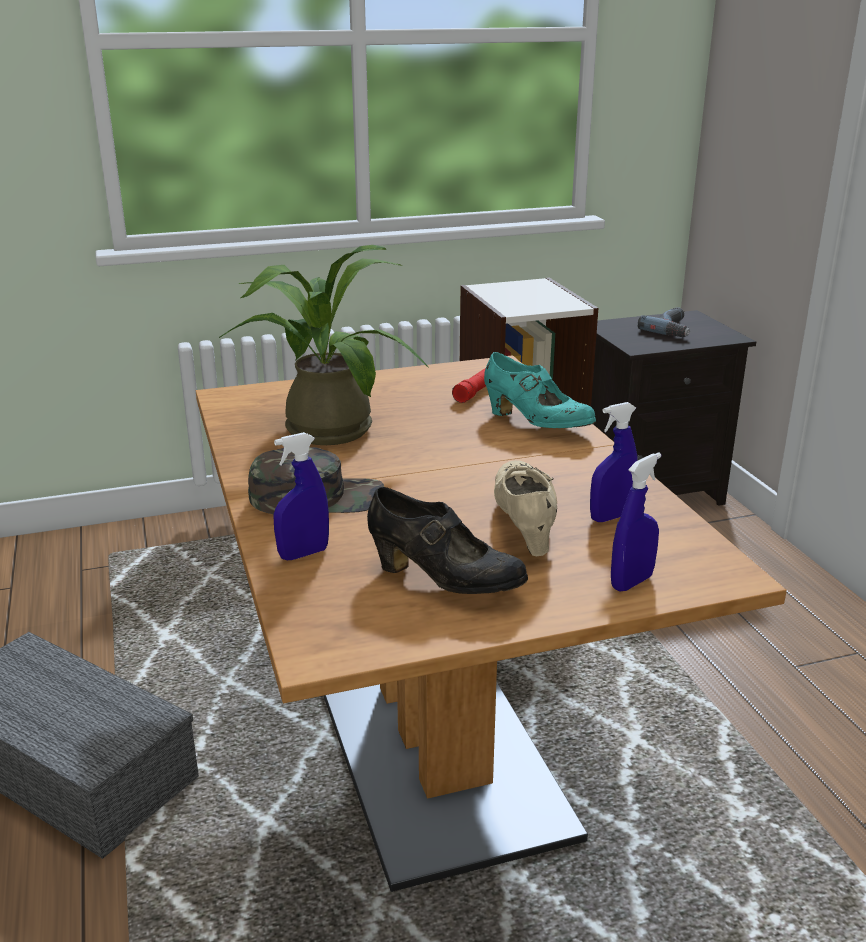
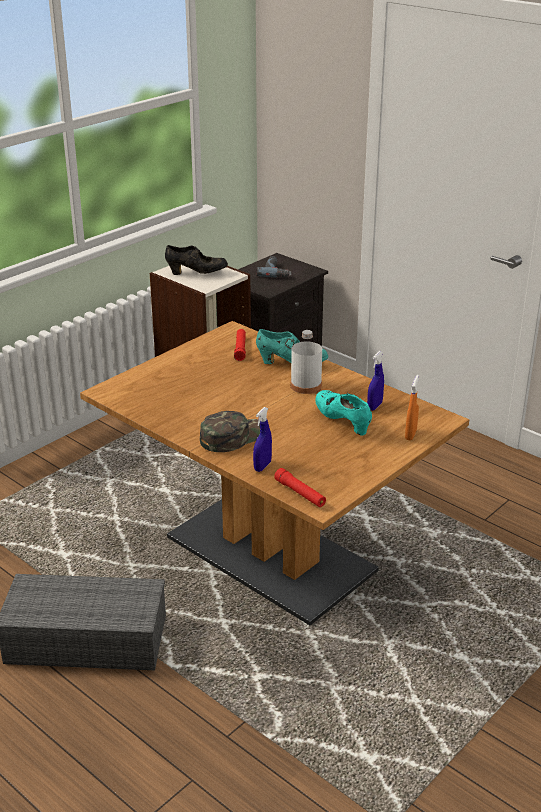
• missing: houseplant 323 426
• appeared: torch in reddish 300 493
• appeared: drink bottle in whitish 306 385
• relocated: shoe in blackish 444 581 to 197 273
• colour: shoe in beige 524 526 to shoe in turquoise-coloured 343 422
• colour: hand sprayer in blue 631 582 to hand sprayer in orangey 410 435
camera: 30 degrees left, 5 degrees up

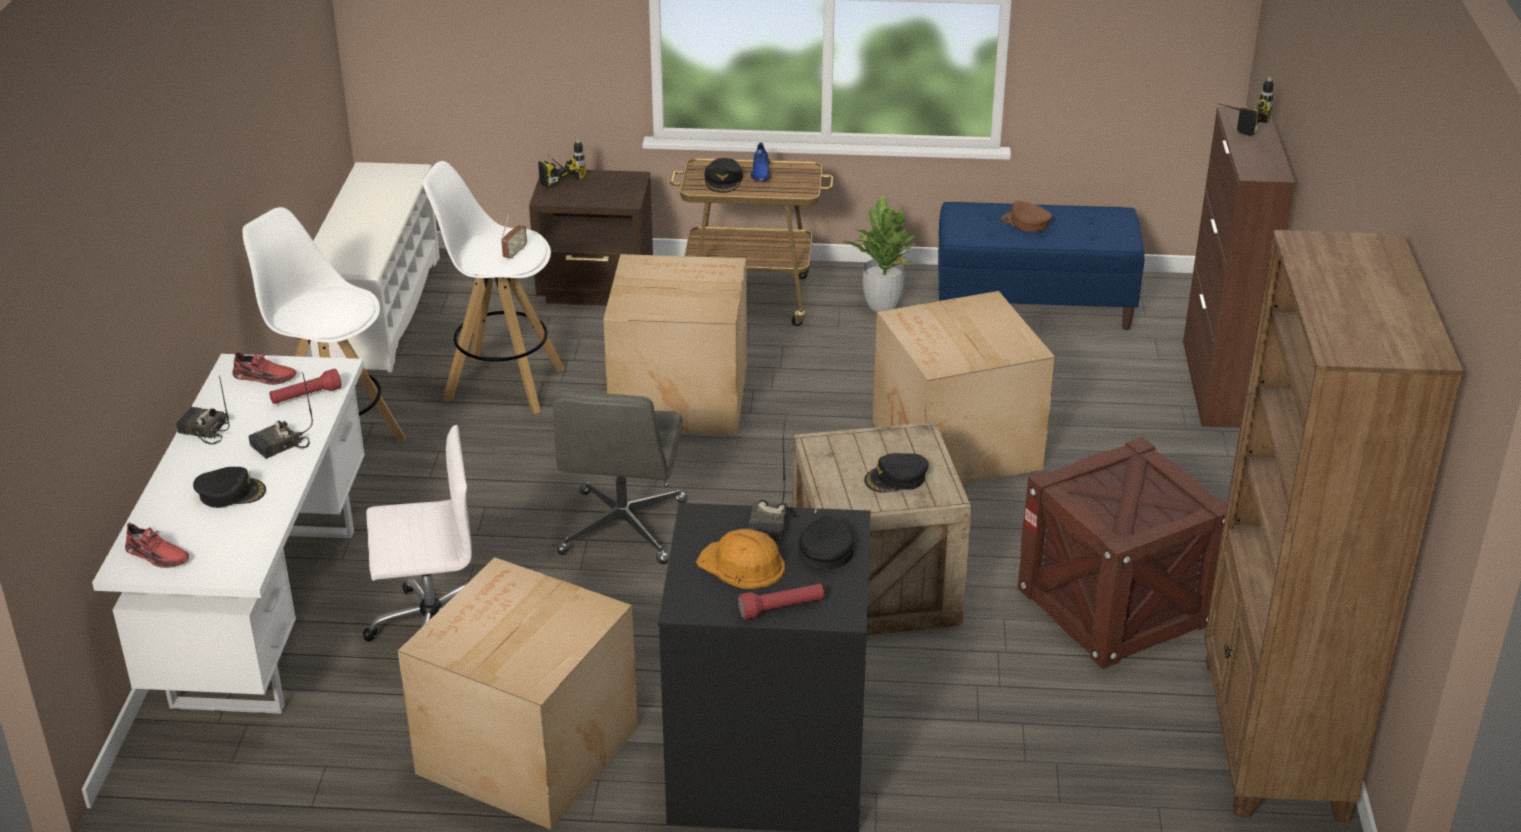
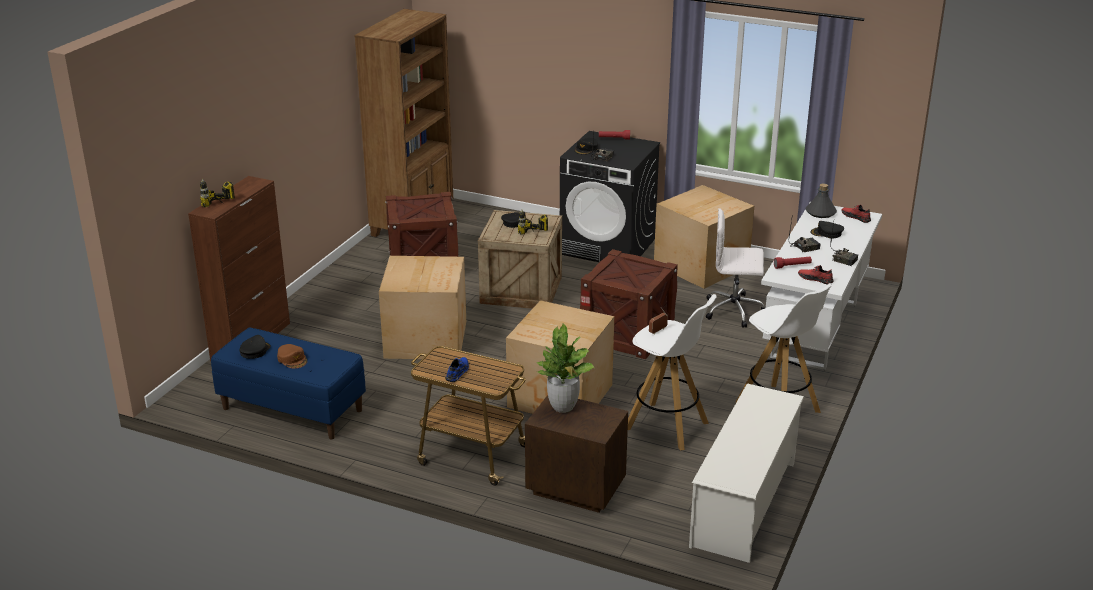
• missing: hard hat in orangey 742 565
• appeared: drink bottle in gray 821 213
• relocated: electric drill 556 175 to 534 237
• relocated: cap in blackish 724 180 to 254 351
• relocated: houseplant 882 306 to 563 407
• exchanged: computer chair in gray 623 529 to shipping crate 627 333
camera: 160 degrees left, 5 degrees down

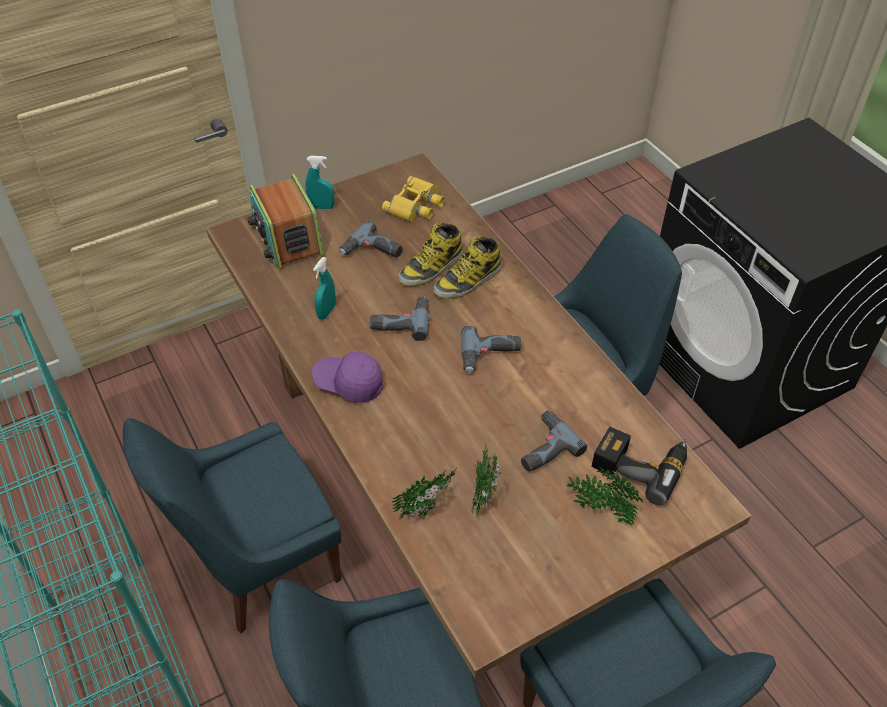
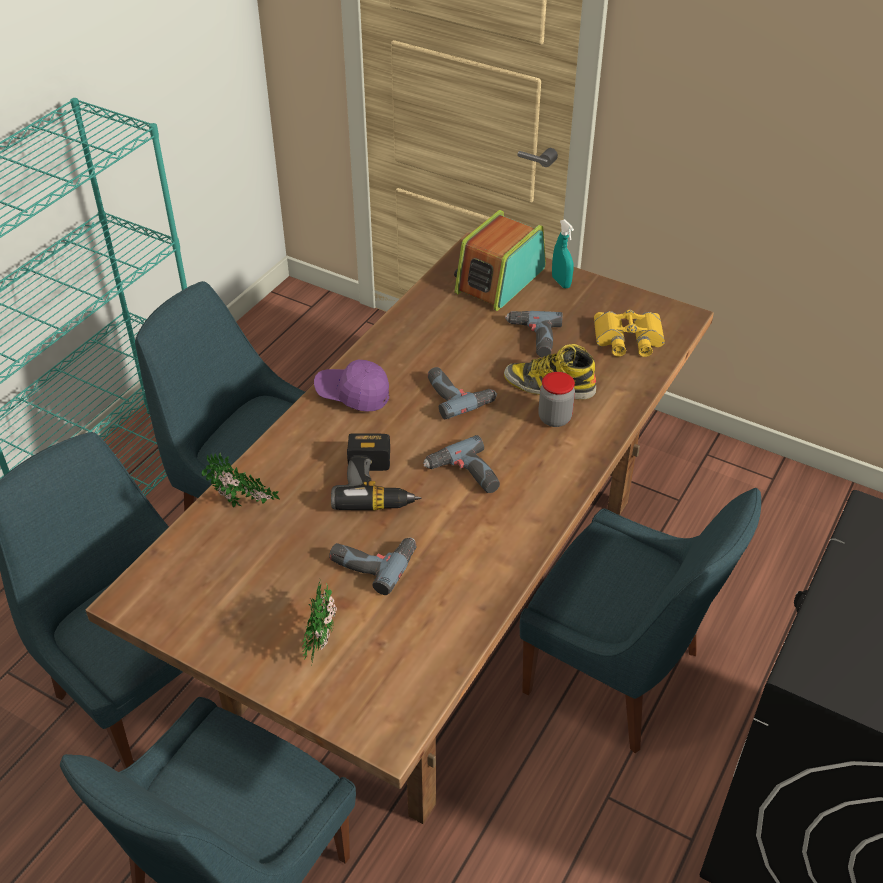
• missing: hand sprayer in turquoise-coloured 326 311
• missing: houseplant 483 493
• relocated: electric drill 640 464 to 378 485
• exchanged: tall boot 468 281 to jar 554 418
• spun: cap in purplish 349 383 = 353 395 60 degrees counterclockwise
camera: 60 degrees right, 5 degrees down

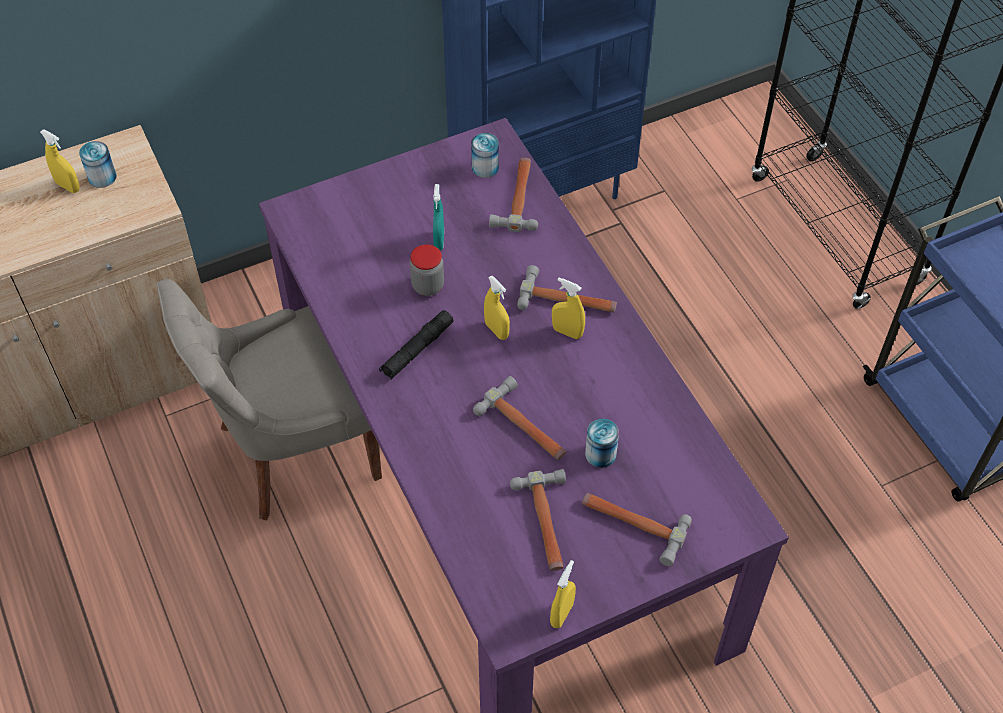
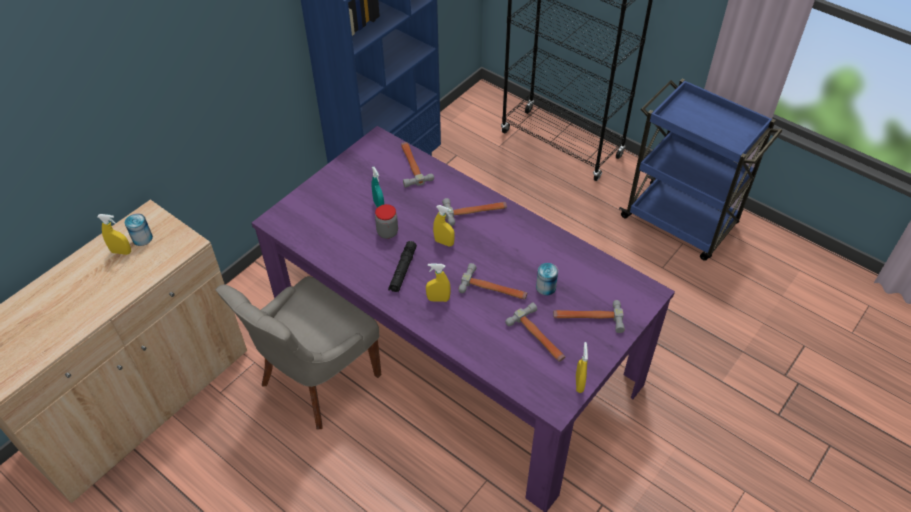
• missing: can 485 168
• relocated: hand sprayer in yellow 567 332 to 438 299
camera: 25 degrees left, 5 degrees down

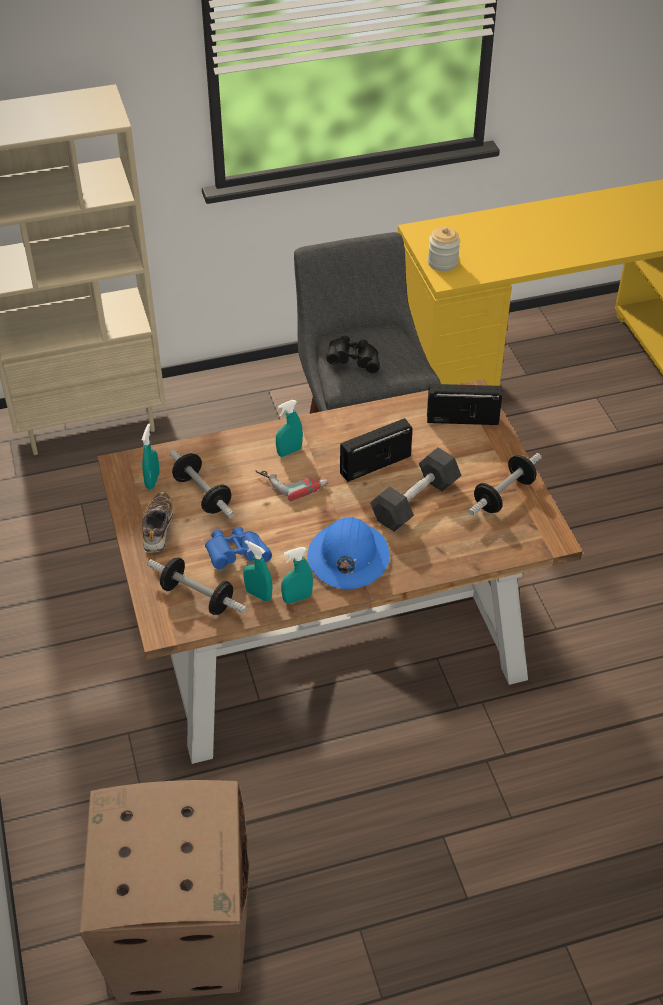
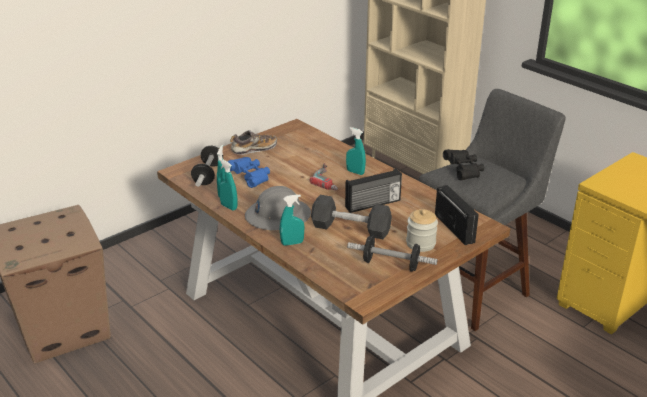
• missing: dumbbell 202 494
• relocated: hand sprayer in turquoise-coloured 152 481 to 292 243
• relocated: jar 442 262 to 420 243
• colour: hard hat in blue 348 557 to hard hat in gray 277 215
• spun: radio set 374 464 = 373 204 120 degrees clockwise
camera: 65 degrees right, 15 degrees down

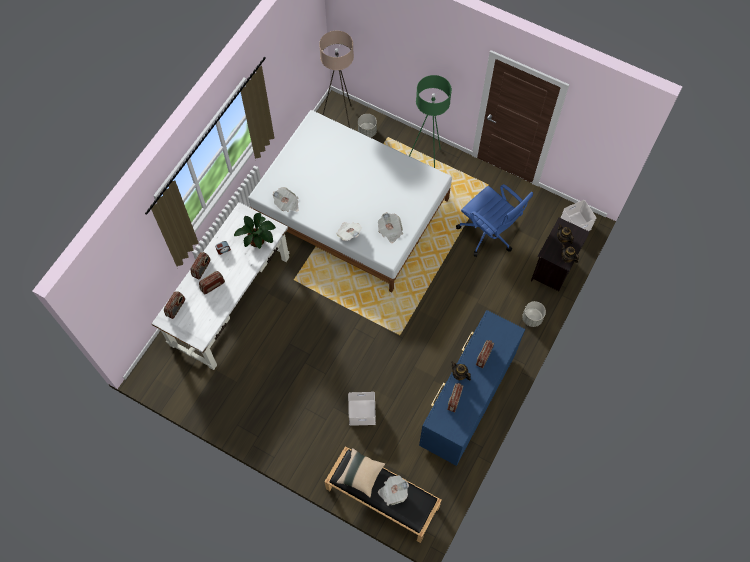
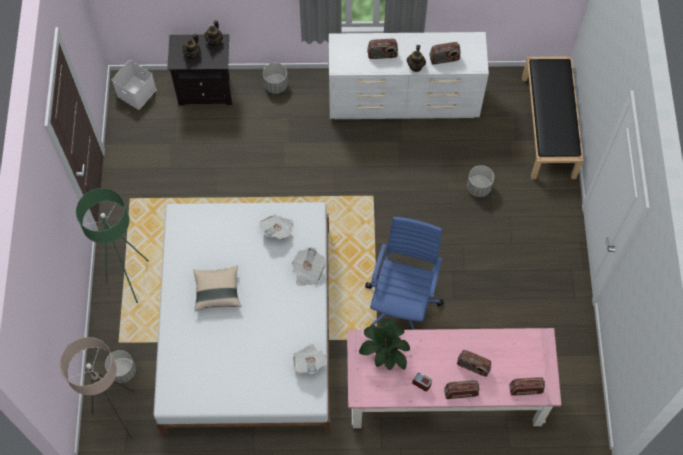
• missing: newspaper 393 492
• relocated: pillow in beige 361 474 to 217 291
• relocated: computer chair in blue 488 233 to 402 303
• exchanged: storage bin in whitish 362 412 to planter in gray 478 187
• colour: desk unit in whitish 230 300 to desk unit in pinkish 444 393
• colour: chest of drawers in blue 466 401 to chest of drawers in whitish 404 102
camera: 120 degrees left, 0 degrees up

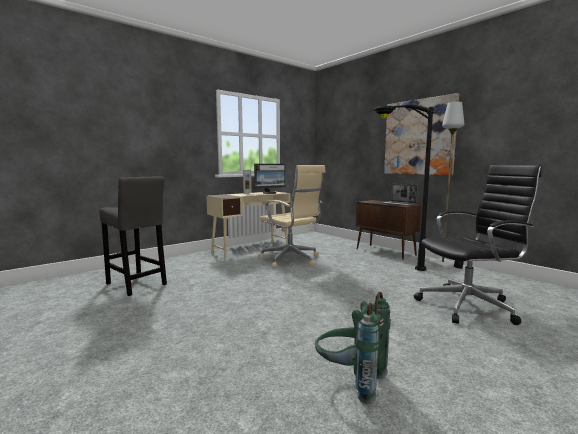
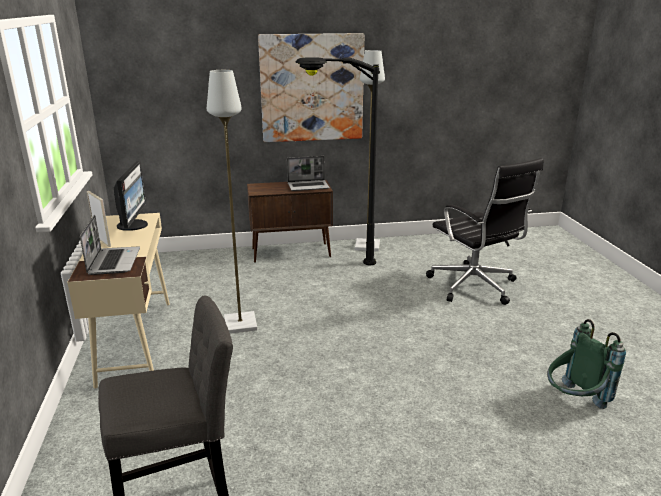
• appeared: laptop 113 261
• exchanged: computer chair in beige 291 260 to standard lamp in gray 241 324
• spun: computer chair in blackish 469 306 = 474 286 135 degrees clockwise
camera: 60 degrees left, 15 degrees up

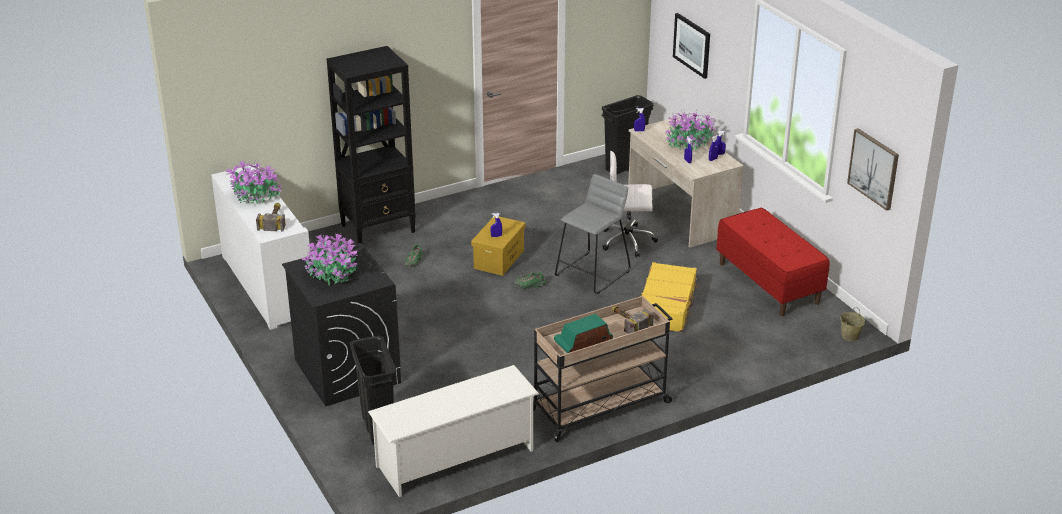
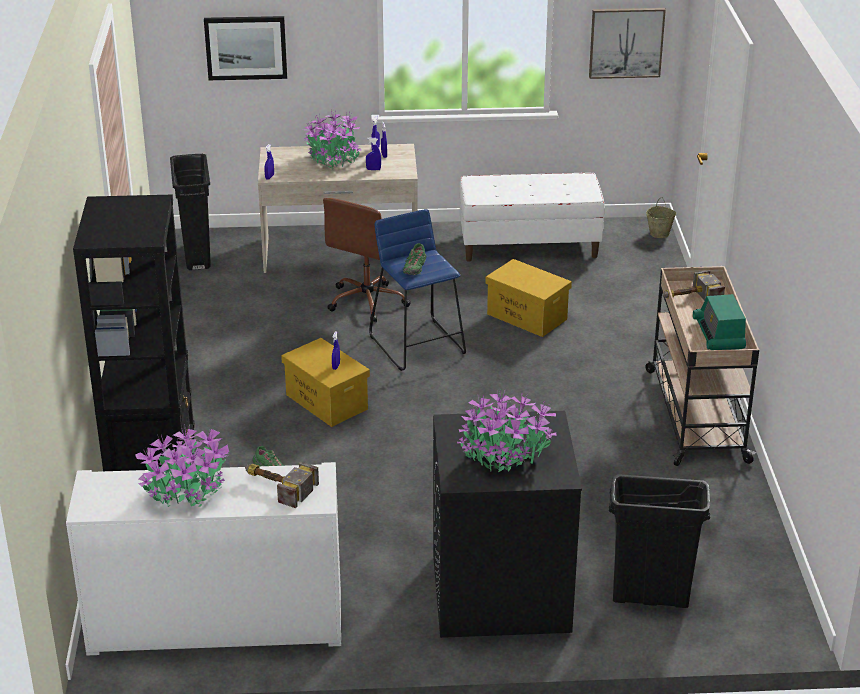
• missing: shoe stand in whitish 456 458
• relocated: shoe in greenish 530 285 to 415 268
• exchanged: piece of luggage in yellow 667 306 to storage bin in yellow 526 316
• colour: sitting stool in gray 592 273 to sitting stool in blue 418 344
• colour: computer chair in whitish 628 241 to computer chair in brownish 368 301
• colour: indoor bench in reddish 769 283 to indoor bench in whitish 529 245
camera: 65 degrees left, 0 degrees up

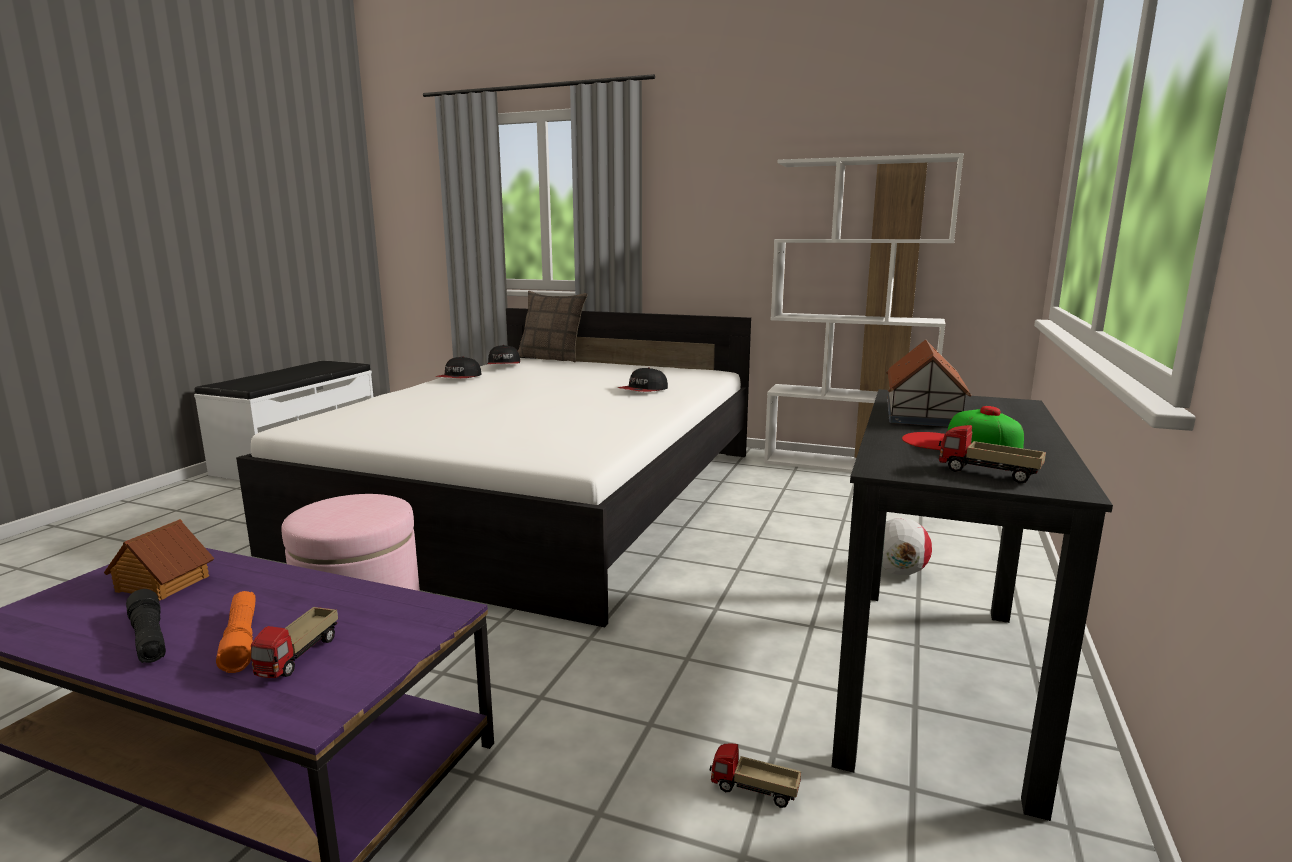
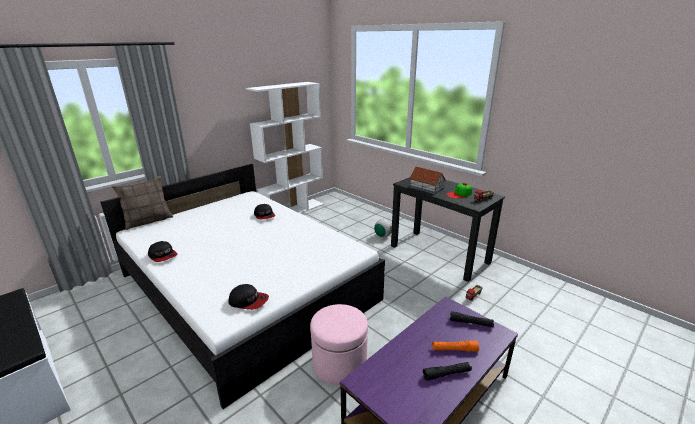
• missing: model house 162 584
• missing: model truck 299 657
• appeared: torch in blackish 471 323
• relocated: cap 504 364 to 248 301
camera: 65 degrees left, 10 degrees up

